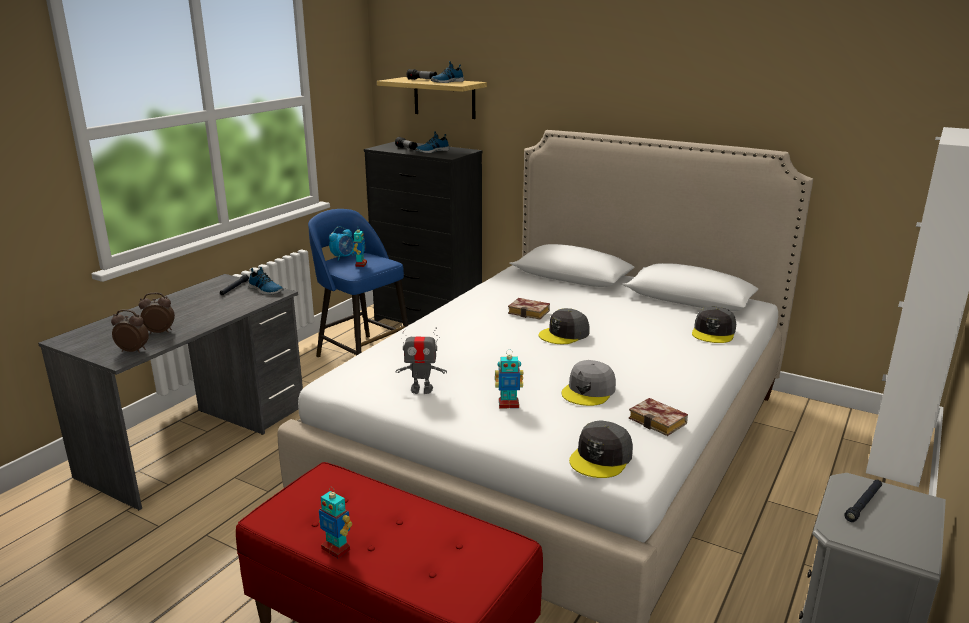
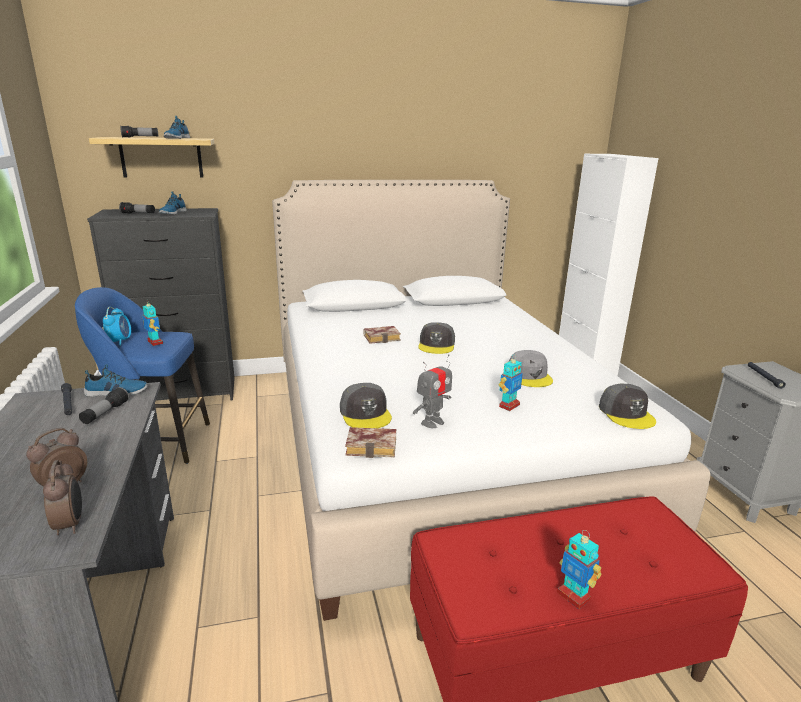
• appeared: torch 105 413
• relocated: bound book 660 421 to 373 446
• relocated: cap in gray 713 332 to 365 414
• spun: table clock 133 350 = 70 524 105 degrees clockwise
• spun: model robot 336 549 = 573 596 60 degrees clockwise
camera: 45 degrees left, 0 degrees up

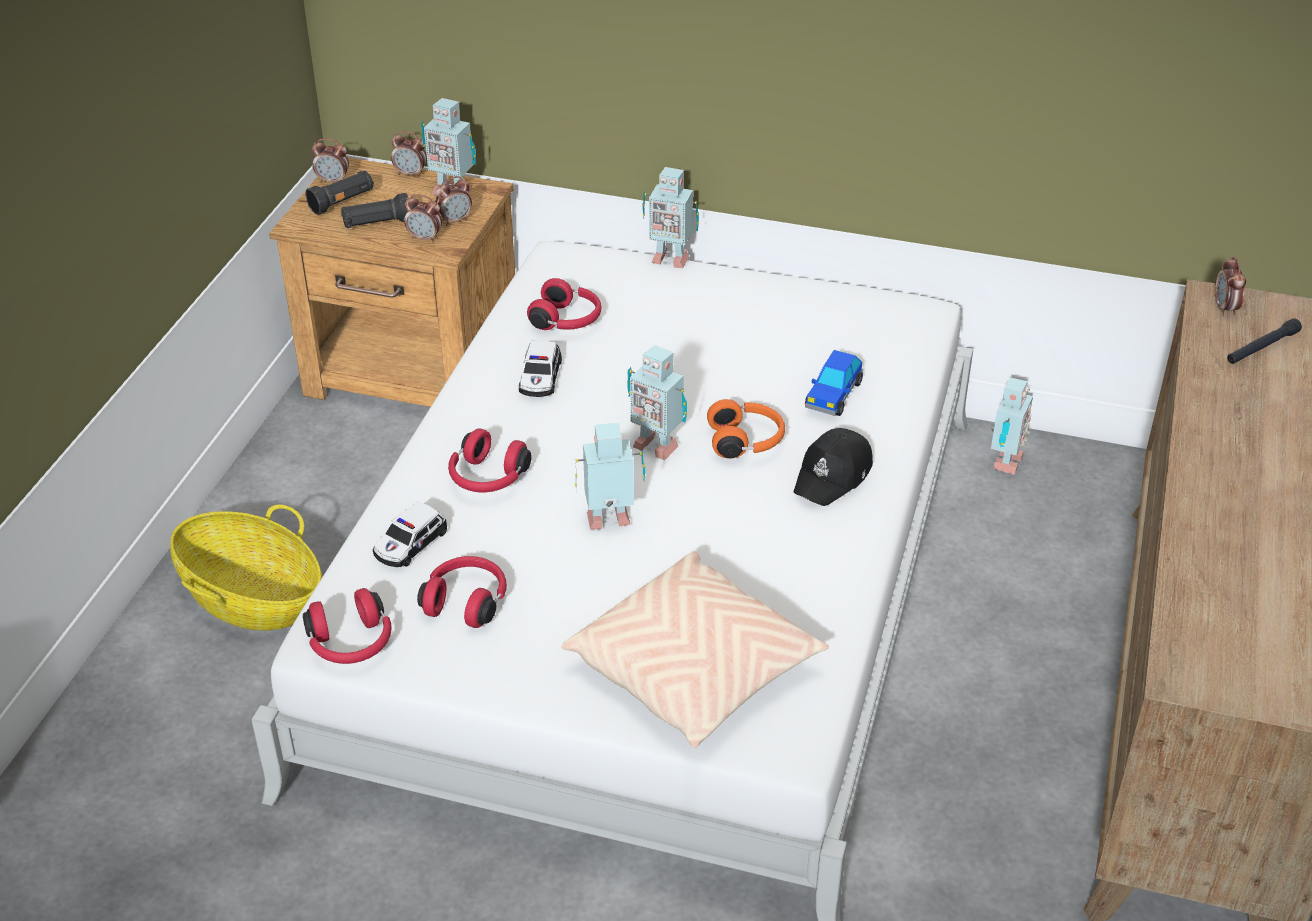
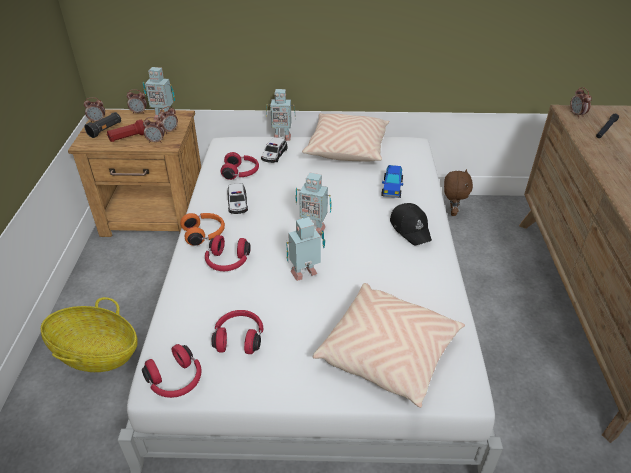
• appeared: pillow in beige 347 148
• relocated: toy car 410 544 to 274 155
• relocated: headphones in orangey 746 441 to 204 234
• exchanged: model robot 1004 462 to cuddly toy in brownish 452 212
• colour: torch in blackish 377 224 to torch in reddish 127 138
• spun: cap in blackish 833 476 = 410 228 45 degrees counterclockwise
camera: 15 degrees left, 0 degrees up

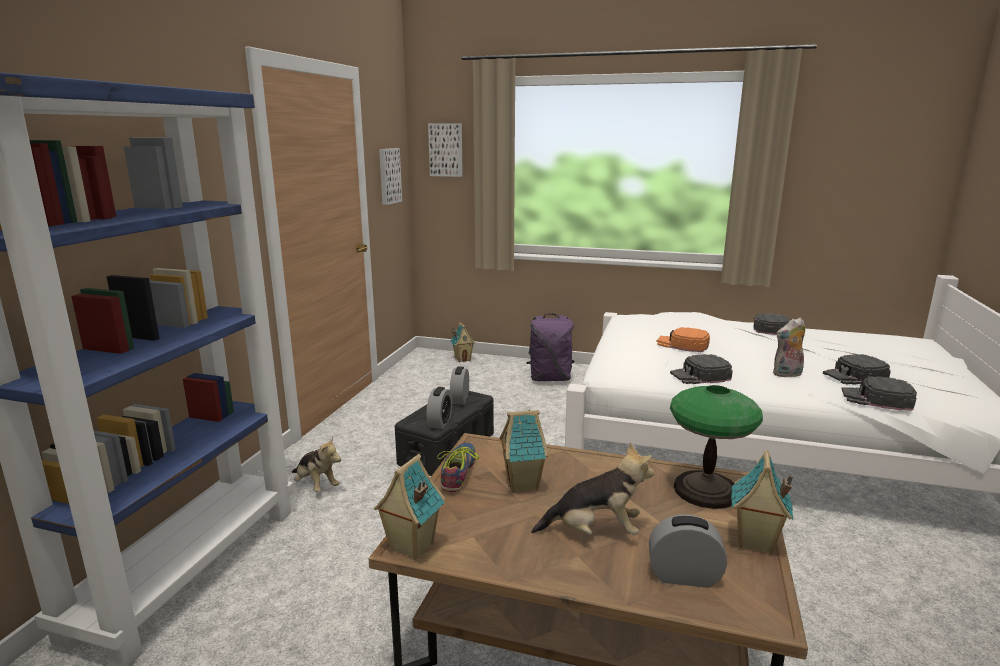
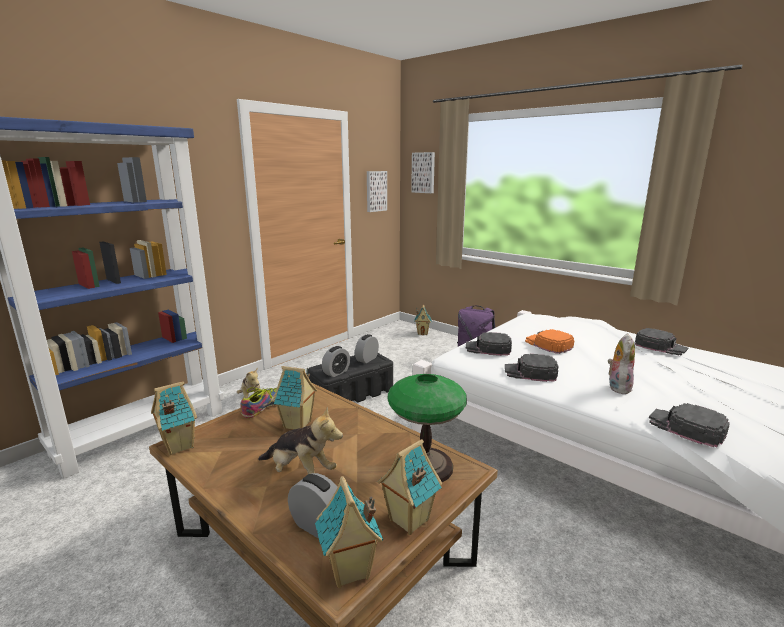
• appeared: model house 349 571
• relocated: cap in blackish 855 376 to 488 348
• spun: cuddly toy 787 374 = 617 387 105 degrees clockwise
camera: 25 degrees right, 0 degrees up

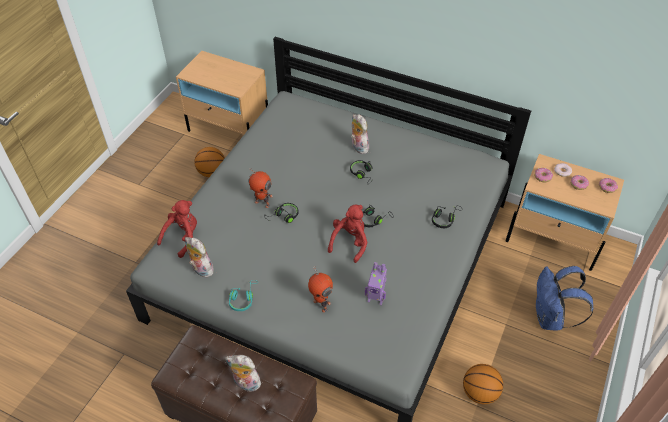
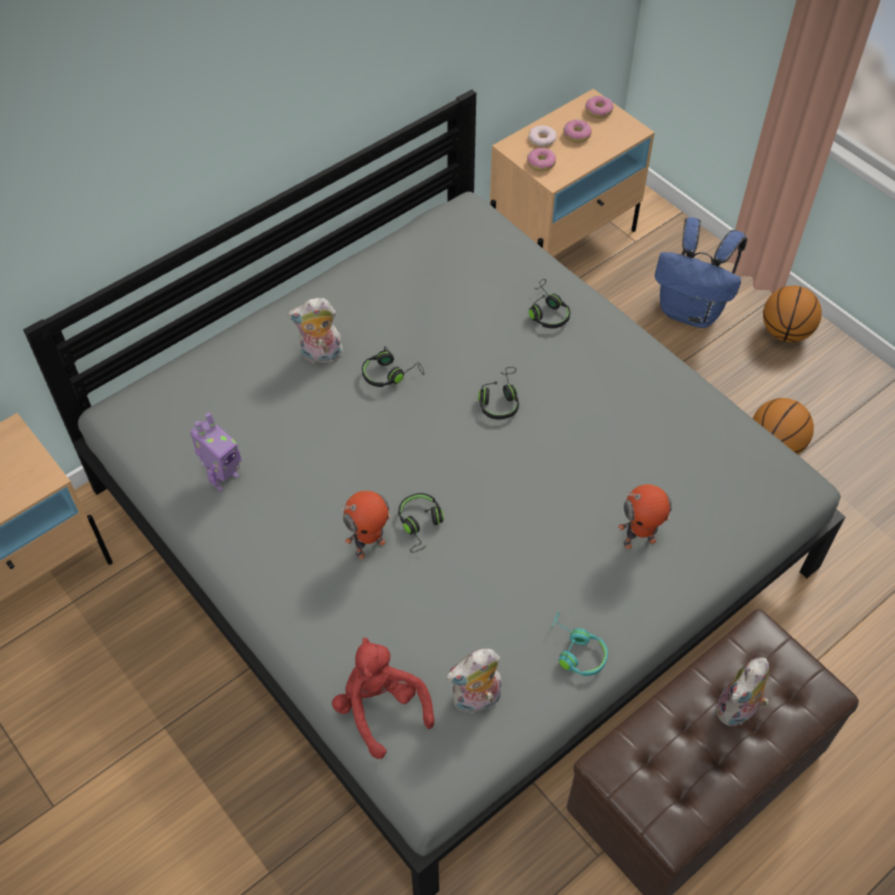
• missing: cuddly toy in reddish 349 242
• relocated: basketball ball 212 172 to 786 332
• relocated: model robot 375 299 to 223 478
camera: 65 degrees left, 5 degrees up

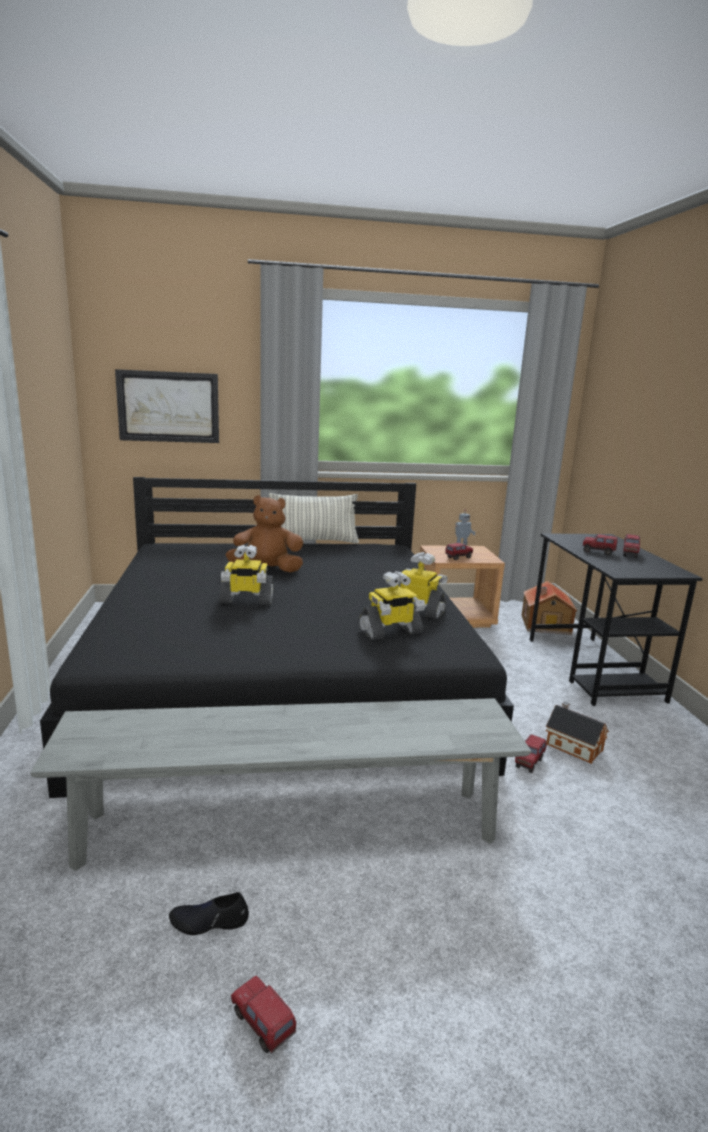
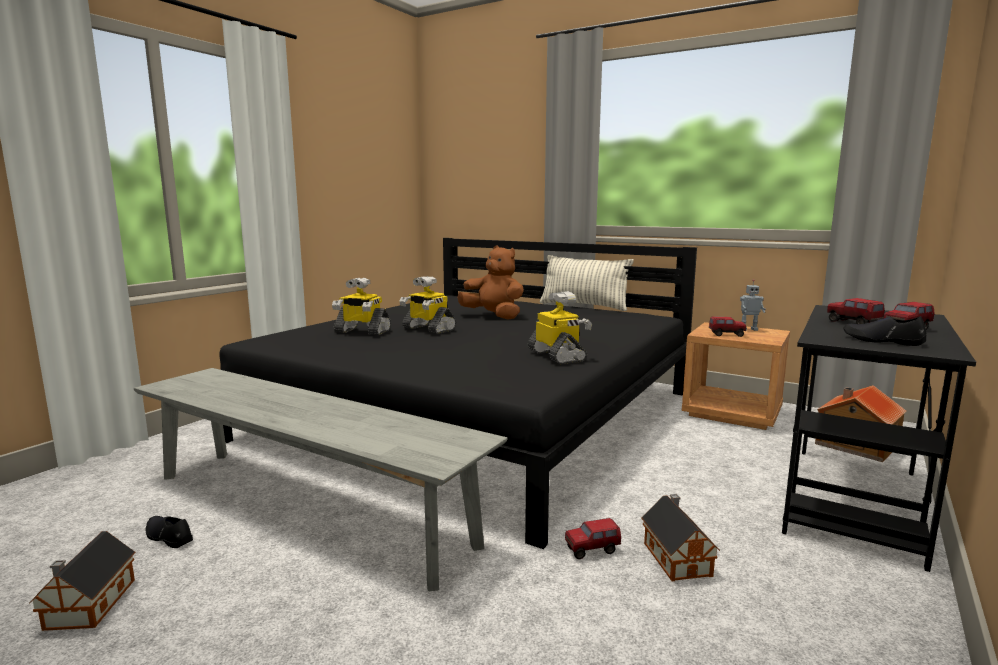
• missing: picture 168 407
• appeared: shoe in blackish 882 341
• relocated: model robot 390 632 to 362 332
• exchanged: model truck 262 1026 to model house 87 606
camera: 40 degrees right, 5 degrees down

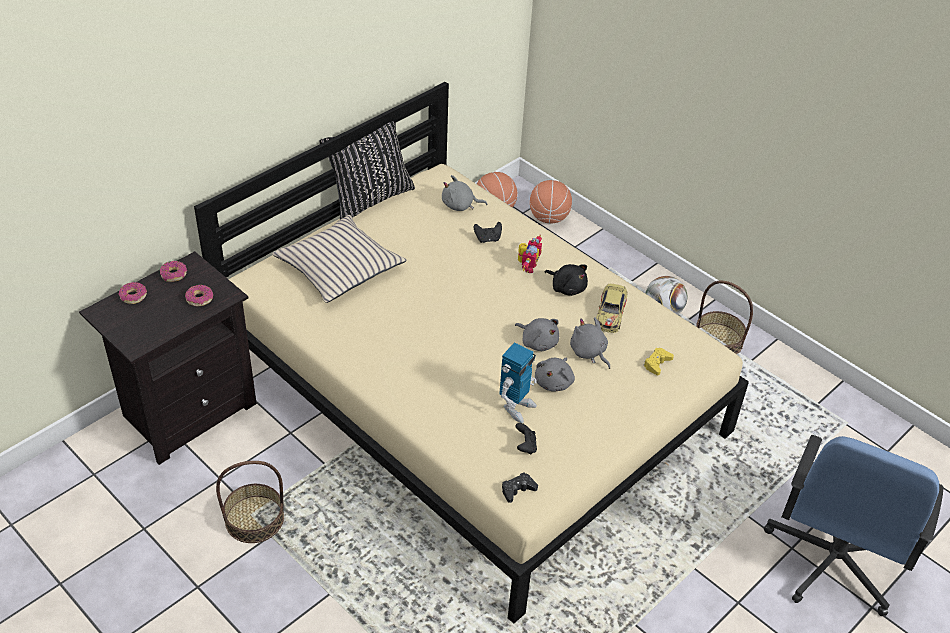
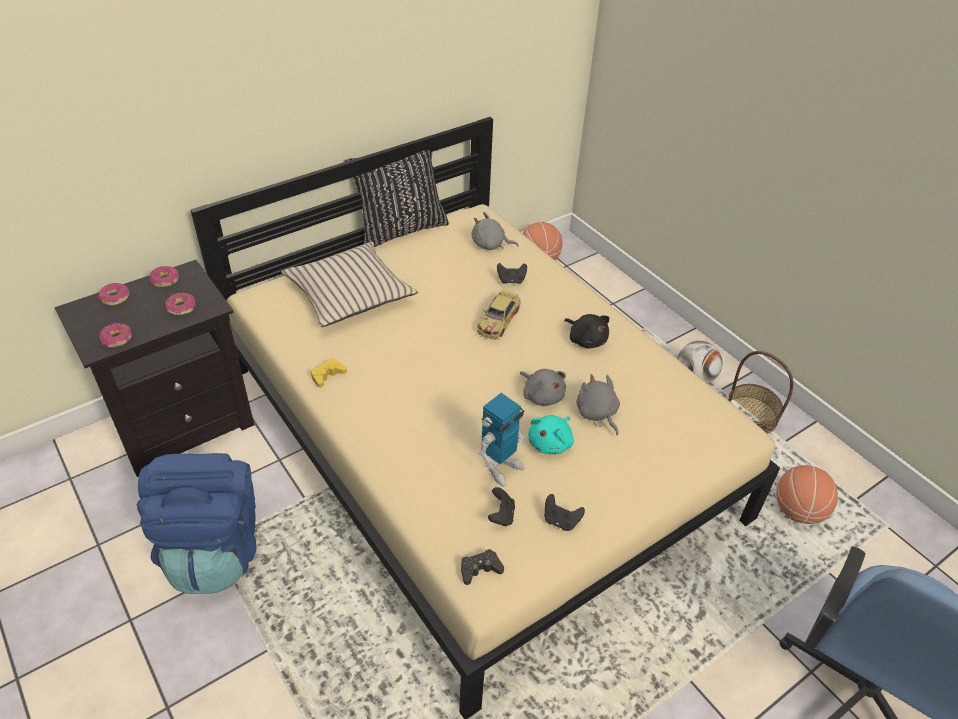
• missing: model robot 527 266
• appeared: donut 117 339
• appeared: game controller in blackish 560 521
• relocated: basketball ball 549 218 to 798 510
• relocated: toy car 610 312 to 498 319
• relocated: game controller in yellow 657 364 to 327 375
• exchanged: household basket 254 519 to rucksack in blue 214 549
• colour: cuddly toy in gray 554 382 to cuddly toy in turquoise-coloured 551 443
camera: 10 degrees right, 0 degrees up

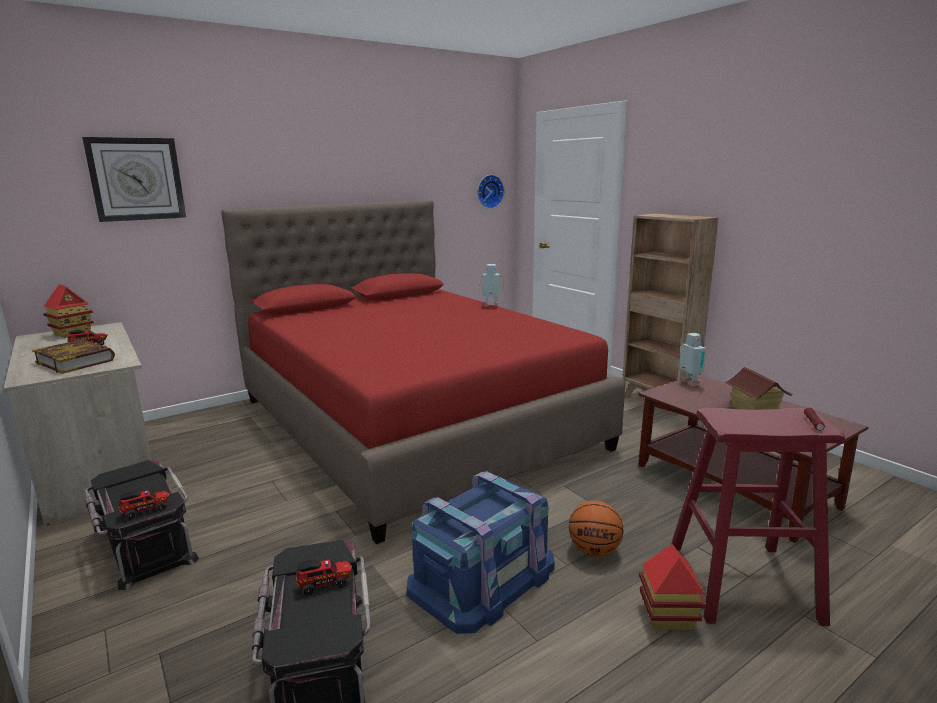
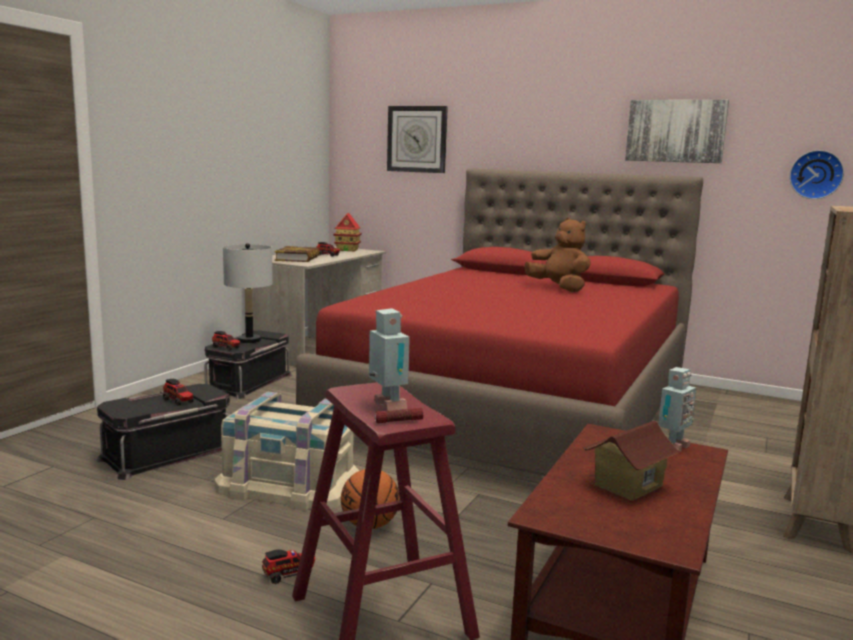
• appeared: lamp for a table in gray 249 340
• appeared: cuddly toy in brownish 559 288
• appeared: picture 675 131
• relocated: model robot 491 306 to 387 406
• exchanged: model house 668 617 to model truck 289 574
• colour: storage bin in blue 483 577 to storage bin in beige 288 484
camera: 60 degrees right, 5 degrees down

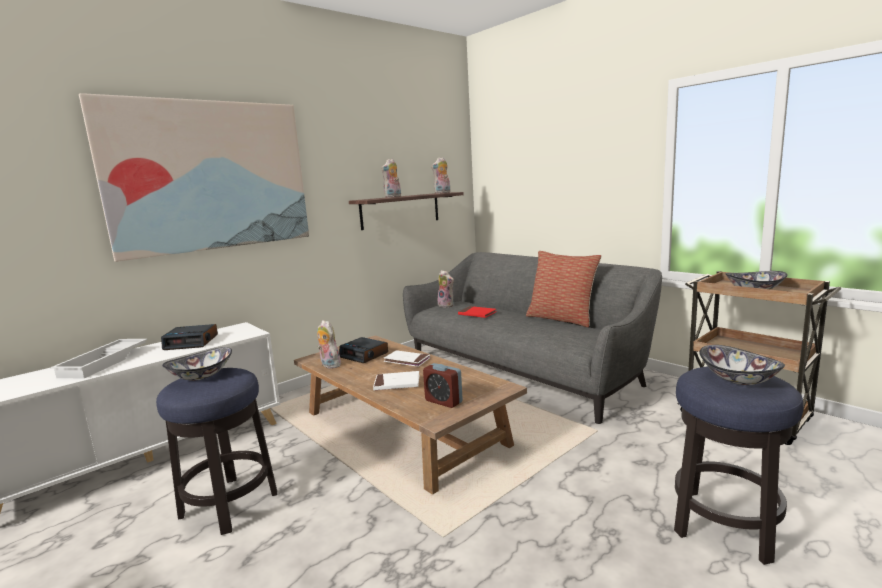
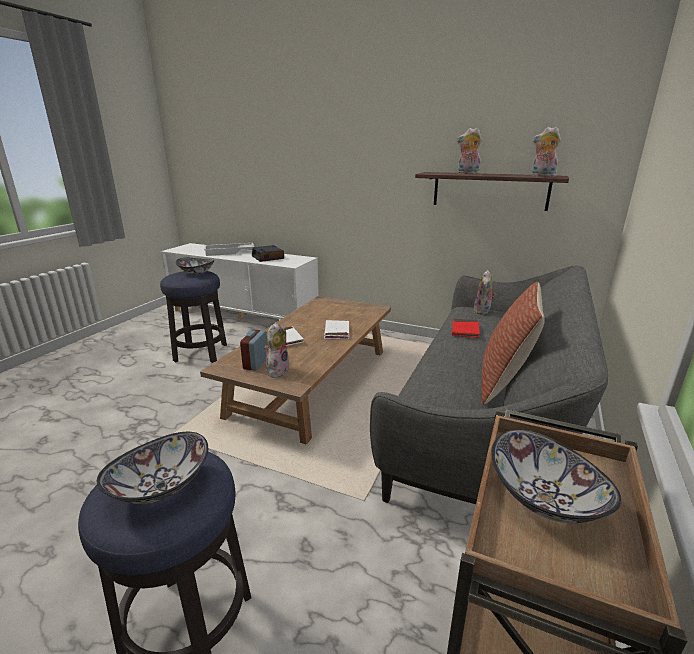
• missing: picture 210 176
• missing: table clock 364 355
• relocated: cuddly toy 329 365 to 277 371
camera: 65 degrees right, 10 degrees up

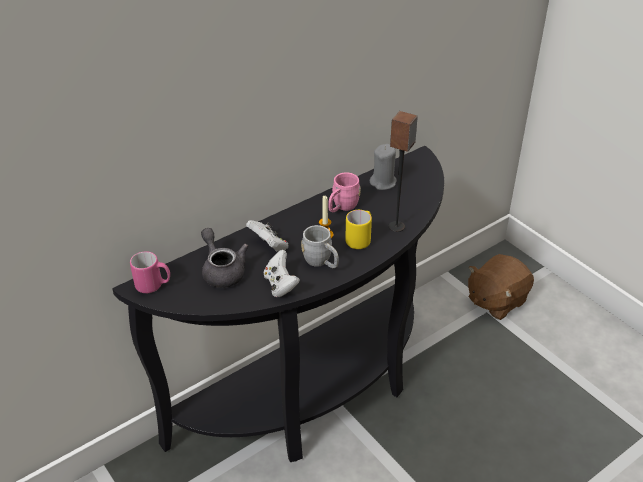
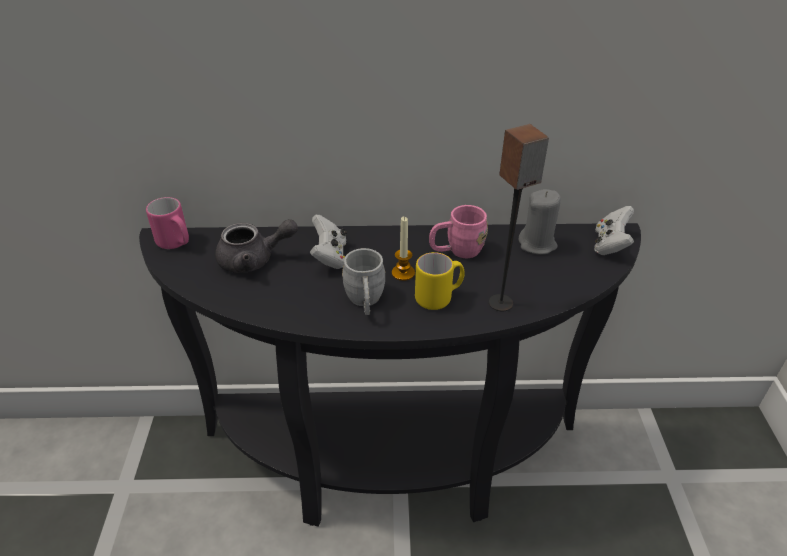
• missing: cuddly toy in brownish 496 300
• relocated: game controller in whitish 280 285 to 610 245
• spun: pot for tea in gray 222 271 = 254 260 75 degrees clockwise
camera: 35 degrees right, 0 degrees up

